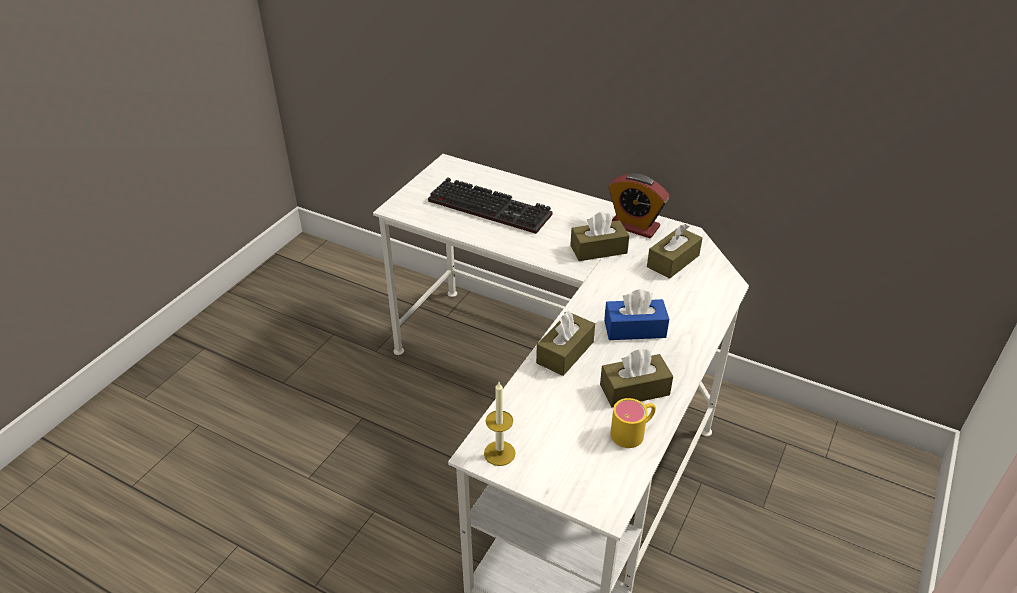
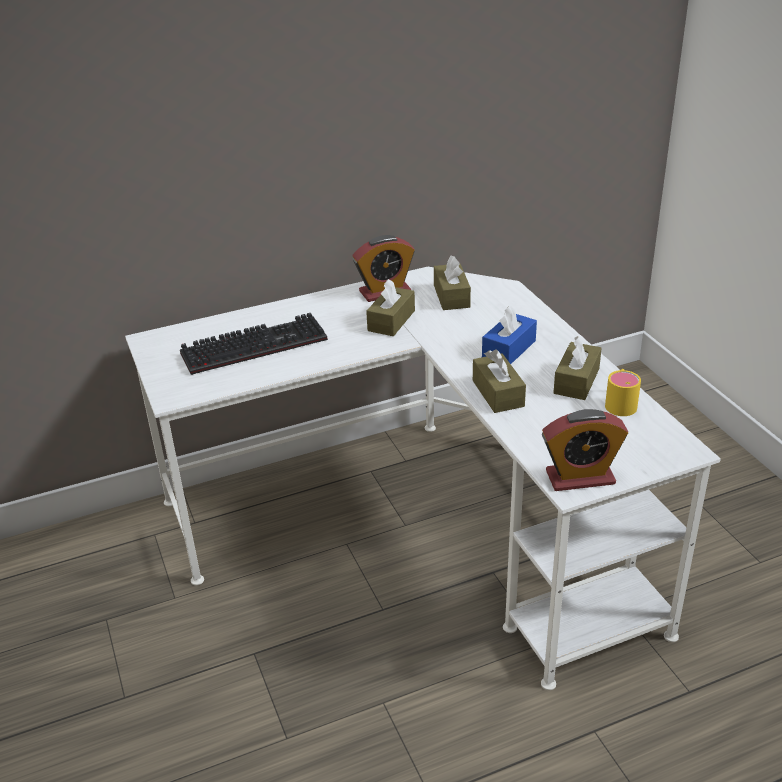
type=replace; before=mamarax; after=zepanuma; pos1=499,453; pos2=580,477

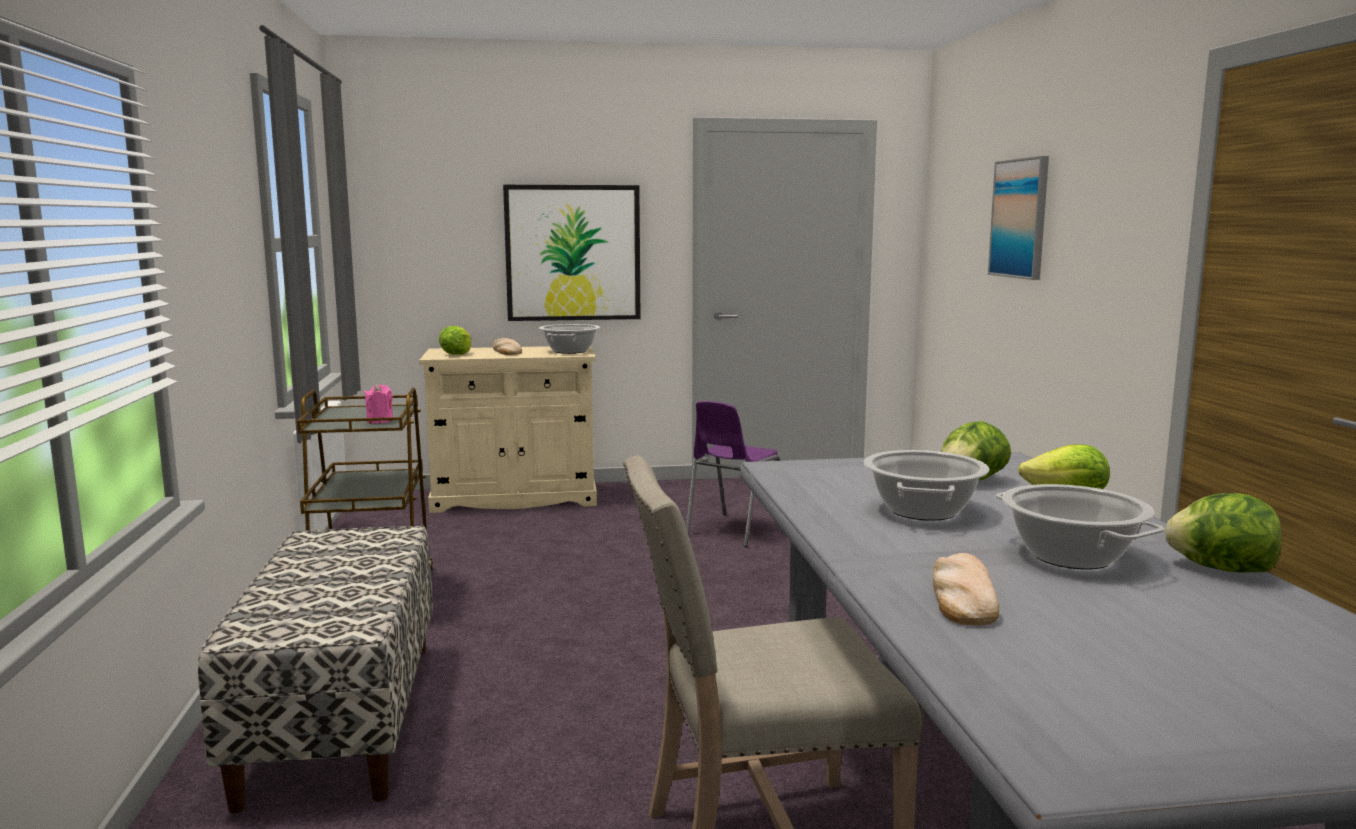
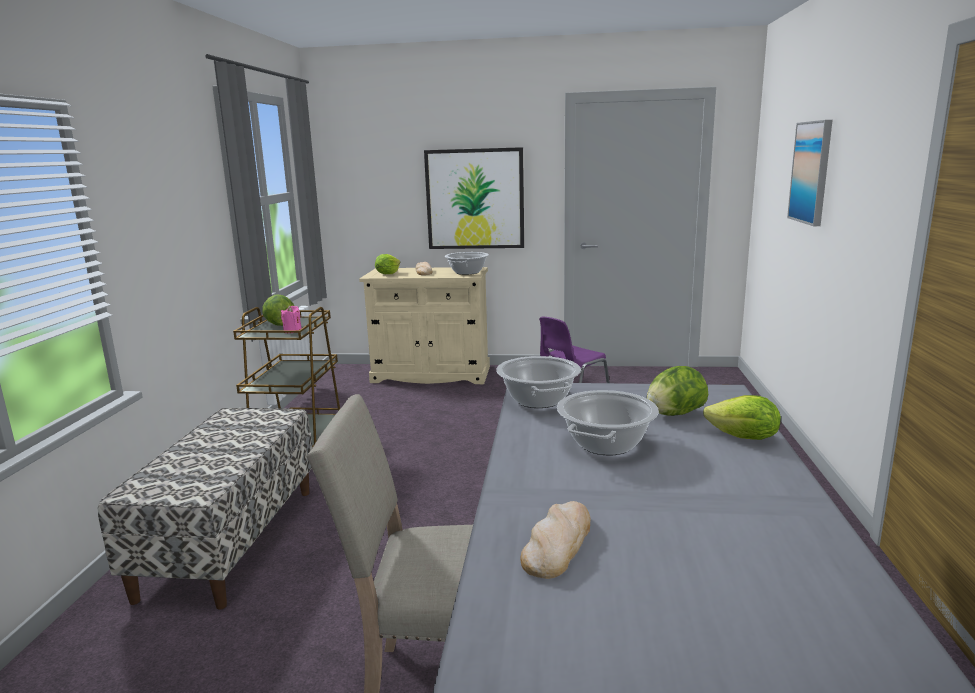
type=move; before=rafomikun; pos1=1072,556; pos2=539,400
type=move; before=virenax; pos1=1221,569; pos2=279,325

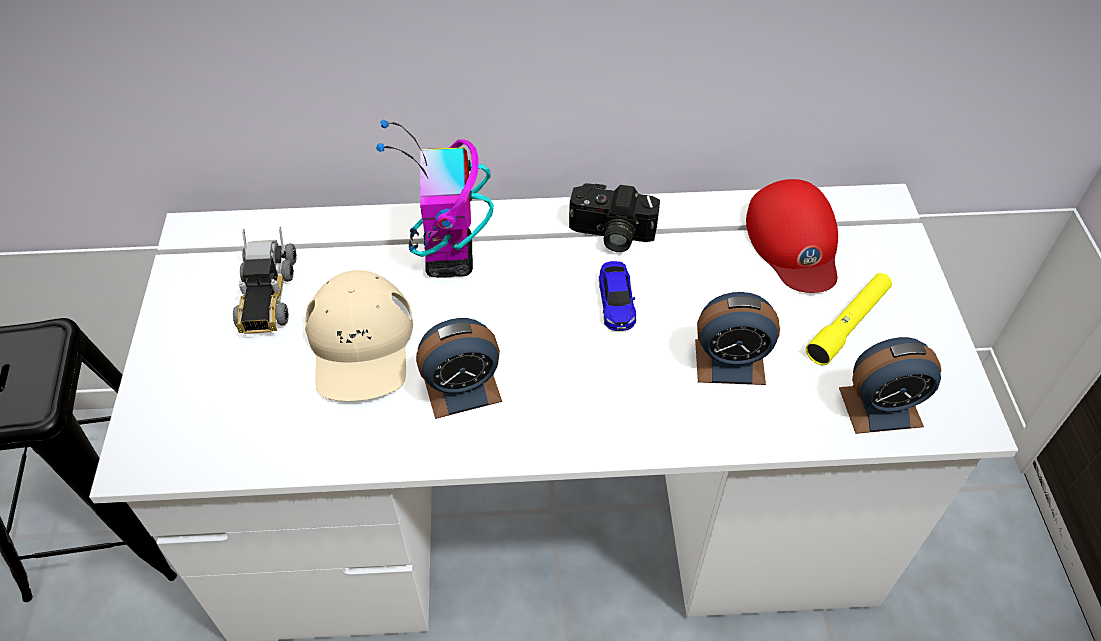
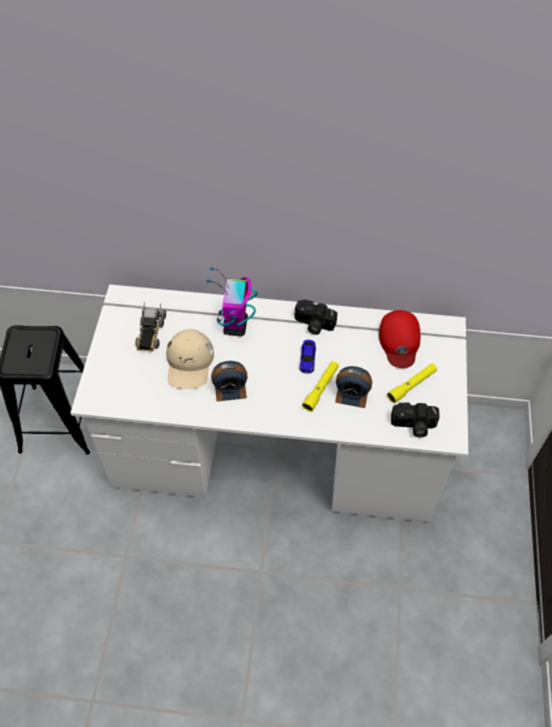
type=replace; before=zepanuma; after=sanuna; pos1=880,407; pos2=413,426
type=insert; after=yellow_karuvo; pos2=321,388

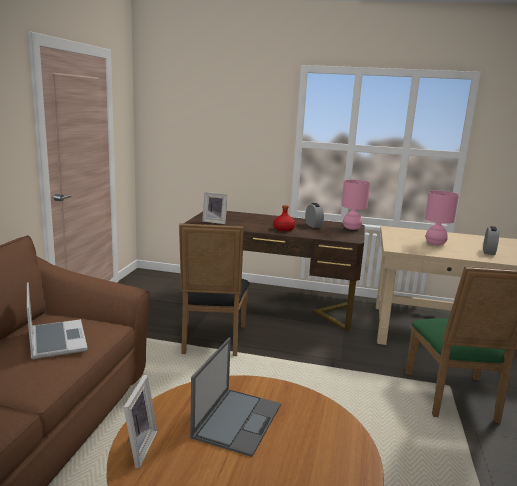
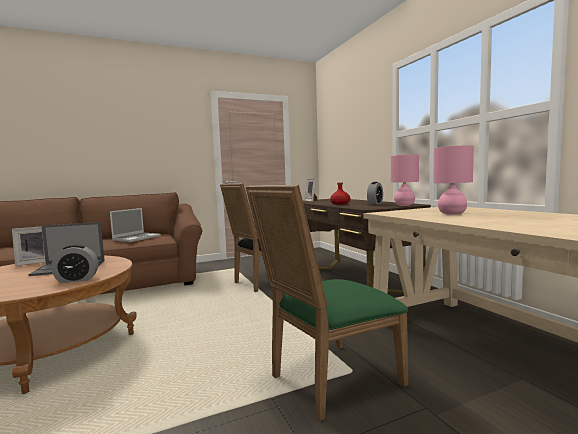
type=move; before=zepanuma; pos1=488,252; pos2=77,279

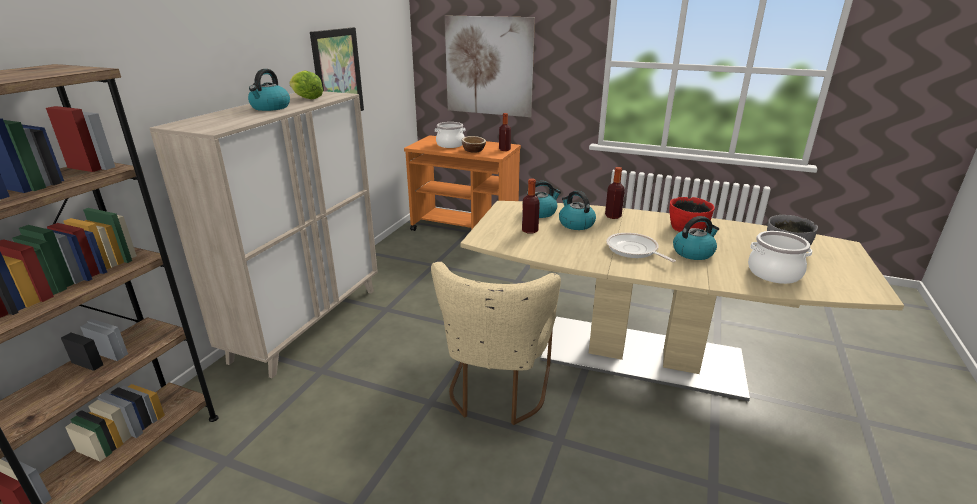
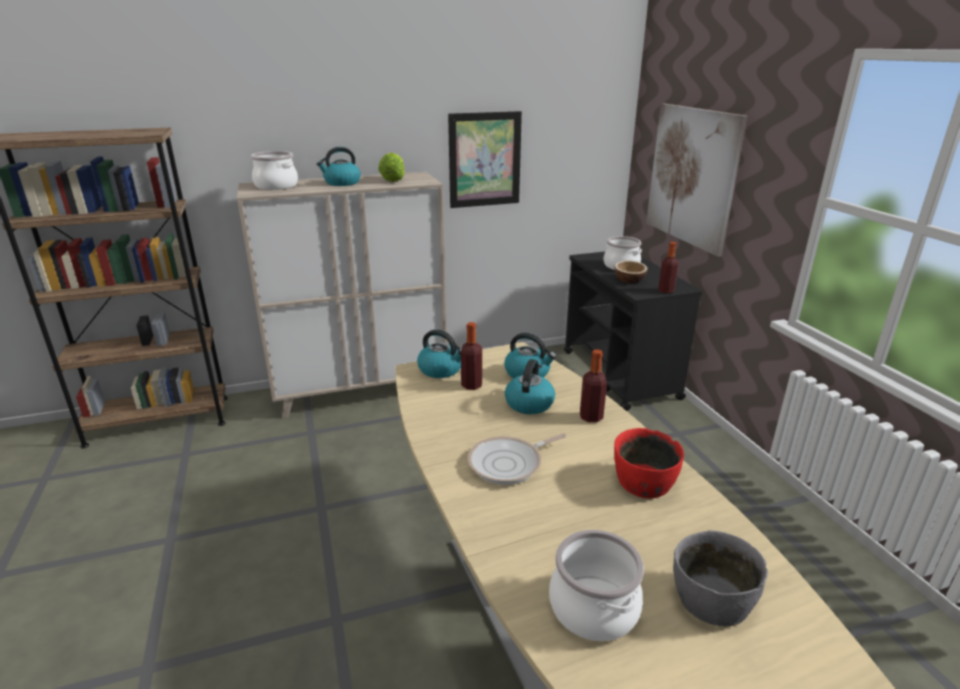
type=recolor; before=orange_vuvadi; after=black_vuvadi; pos1=465,229; pos2=620,375
type=move; before=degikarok; pos1=693,252; pos2=441,369
type=rotate; before=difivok; pos1=634,250; pos2=509,464; turn=-135
type=delete; before=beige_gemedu; pos1=497,392
type=insert; after=rafomikun; pos2=276,186

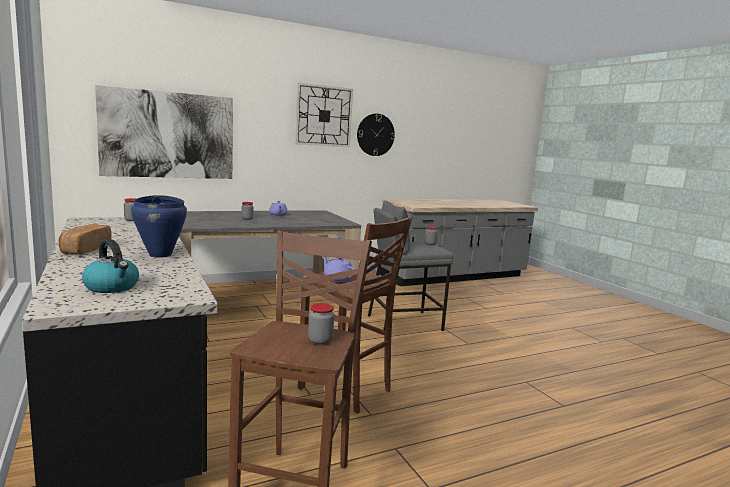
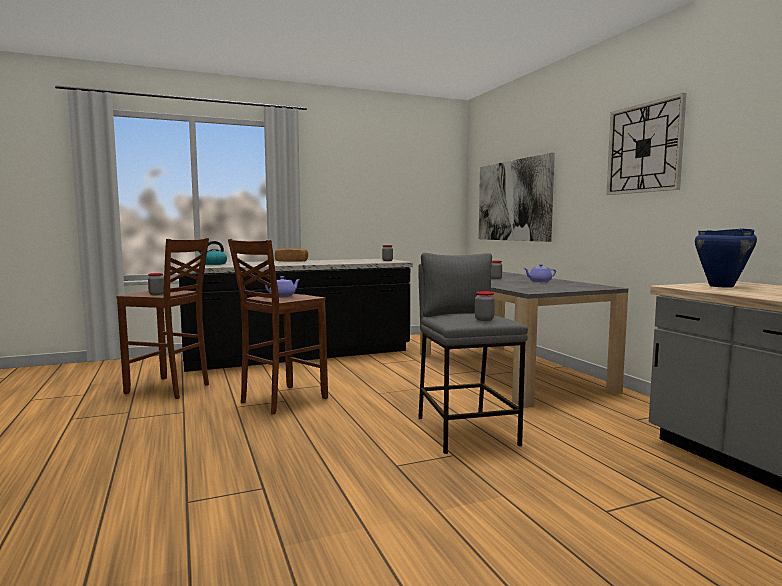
type=delete; before=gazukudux; pos1=375,135
type=move; before=blue_rafomikun; pos1=160,255; pos2=722,286

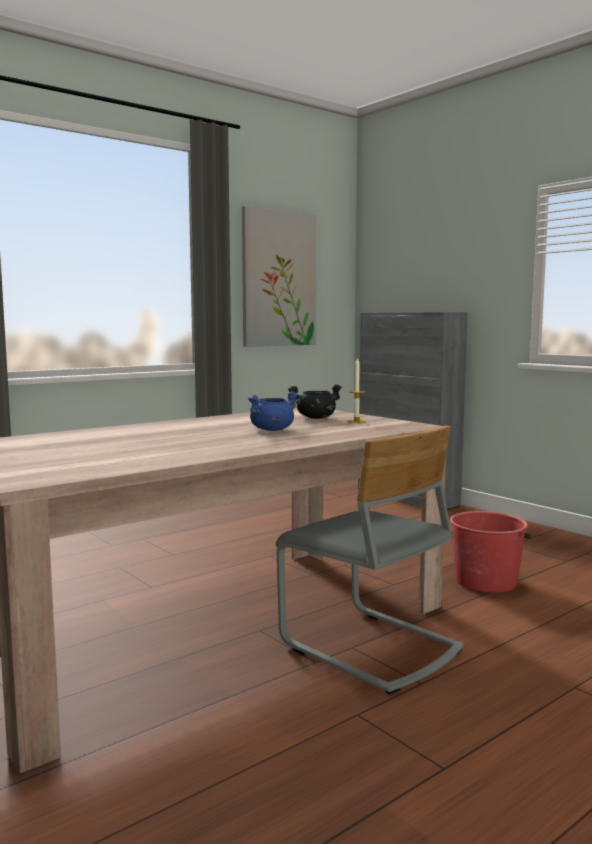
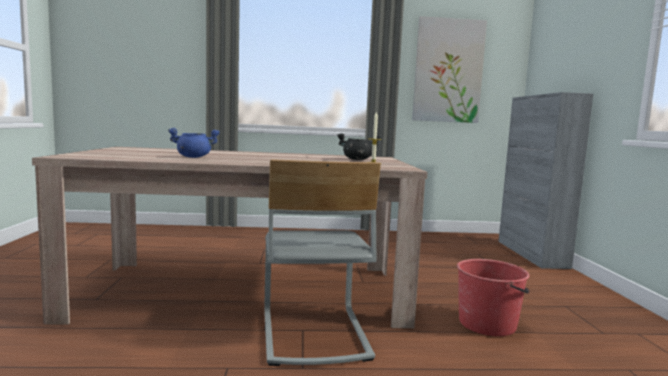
type=move; before=blue_rafomikun; pos1=272,429; pos2=194,157

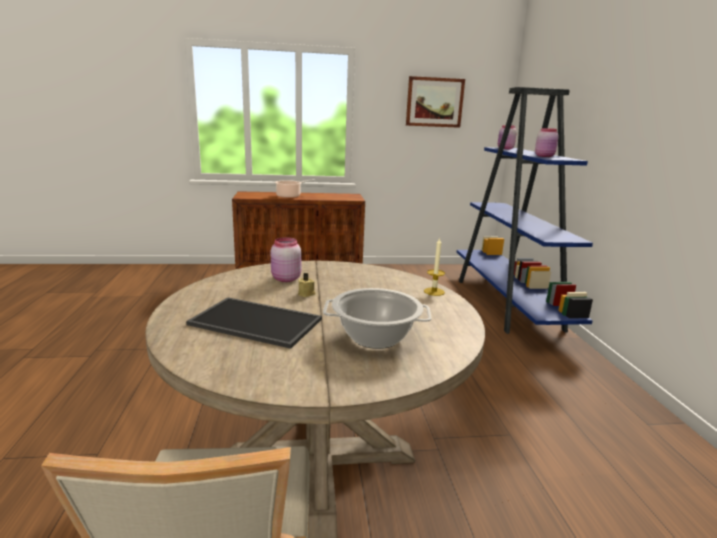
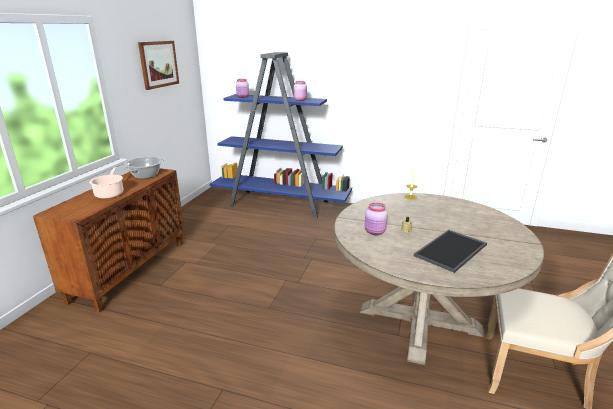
type=move; before=rafomikun; pos1=375,337; pos2=145,175

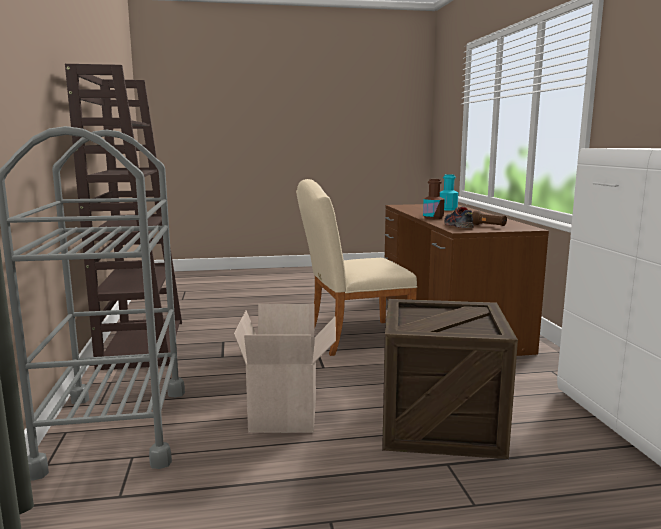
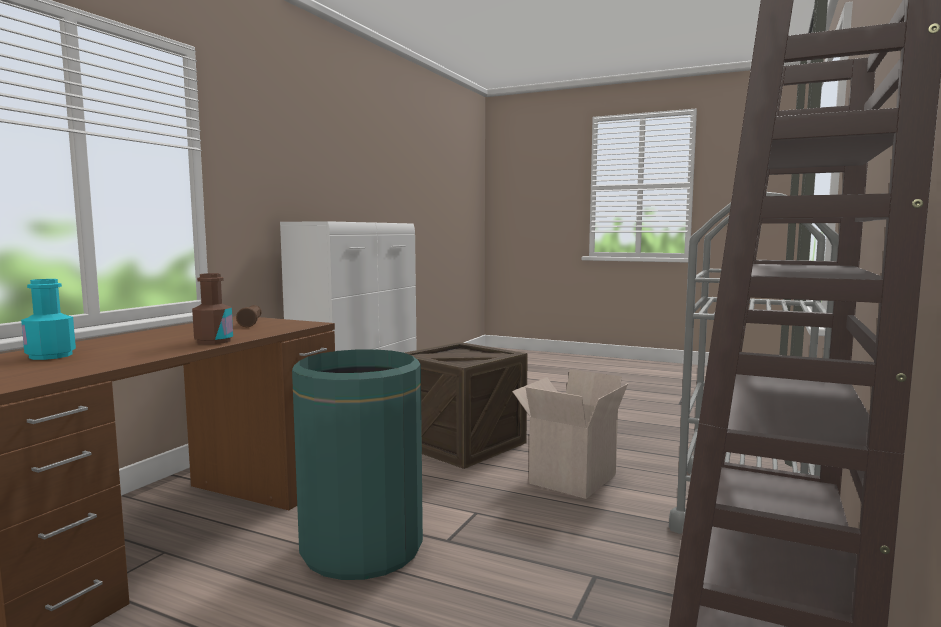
type=replace; before=beige_gemedu; after=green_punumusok; pos1=351,337; pos2=362,548
type=delete; before=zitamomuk; pos1=457,226

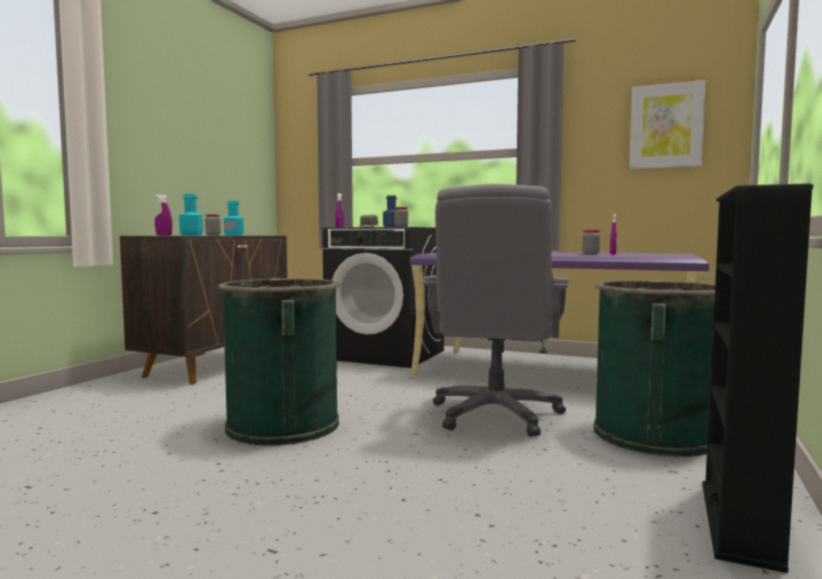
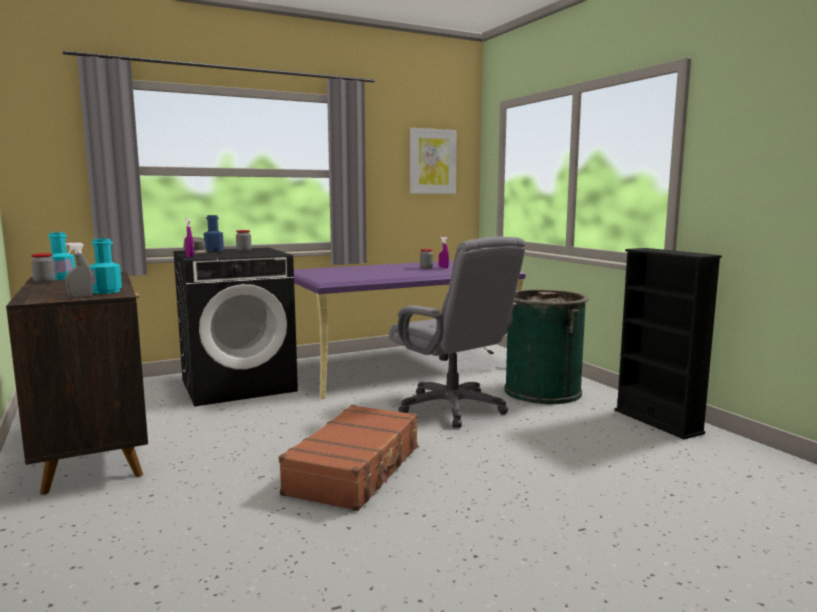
type=recolor; before=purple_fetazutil; after=grey_fetazutil; pos1=164,235; pos2=80,297
type=replace; before=green_punumusok; after=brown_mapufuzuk; pos1=283,425; pos2=356,470

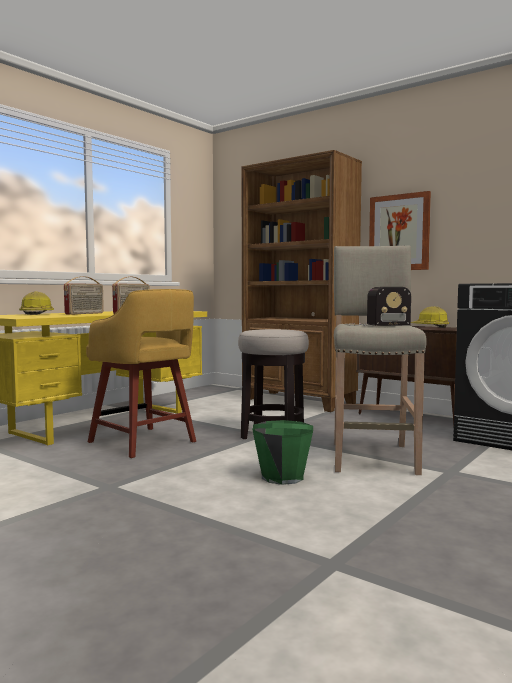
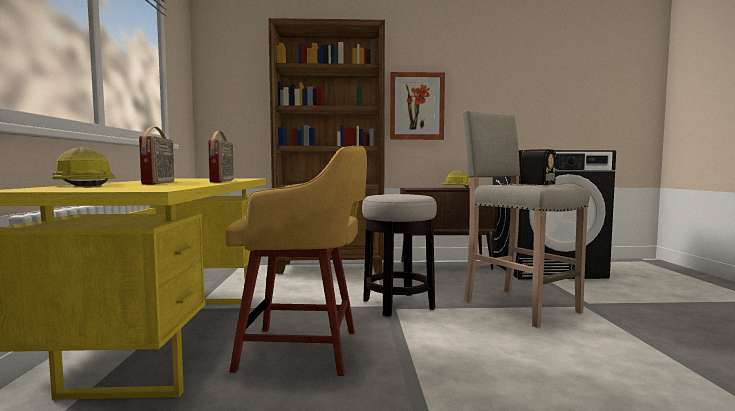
type=delete; before=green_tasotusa; pos1=282,477

